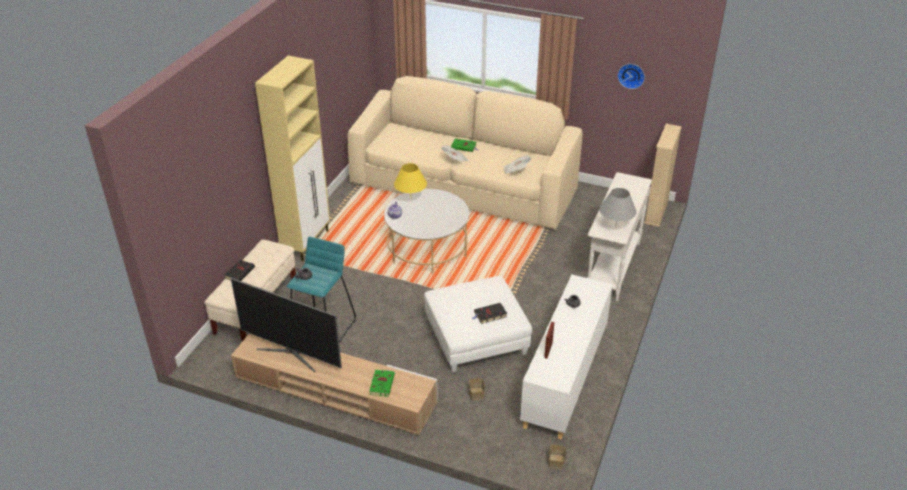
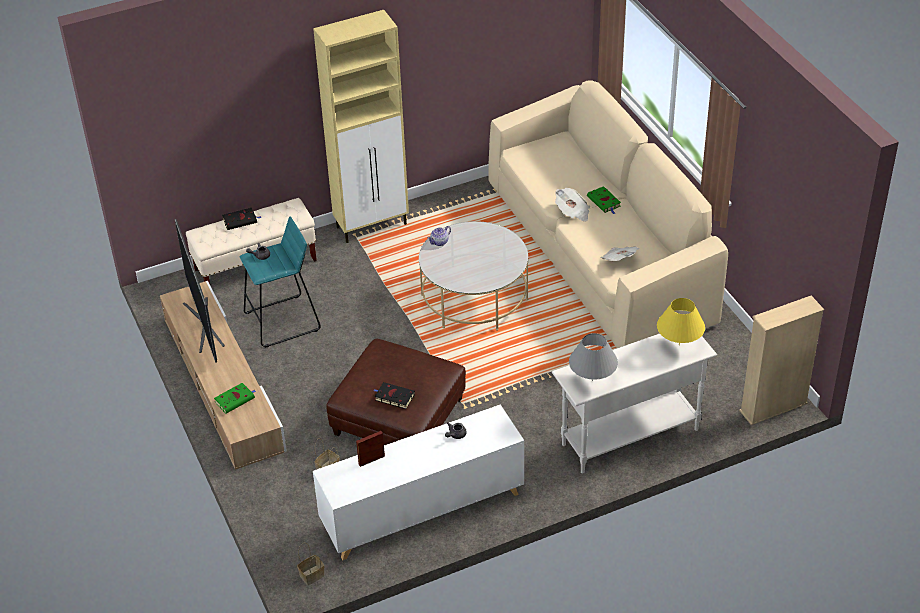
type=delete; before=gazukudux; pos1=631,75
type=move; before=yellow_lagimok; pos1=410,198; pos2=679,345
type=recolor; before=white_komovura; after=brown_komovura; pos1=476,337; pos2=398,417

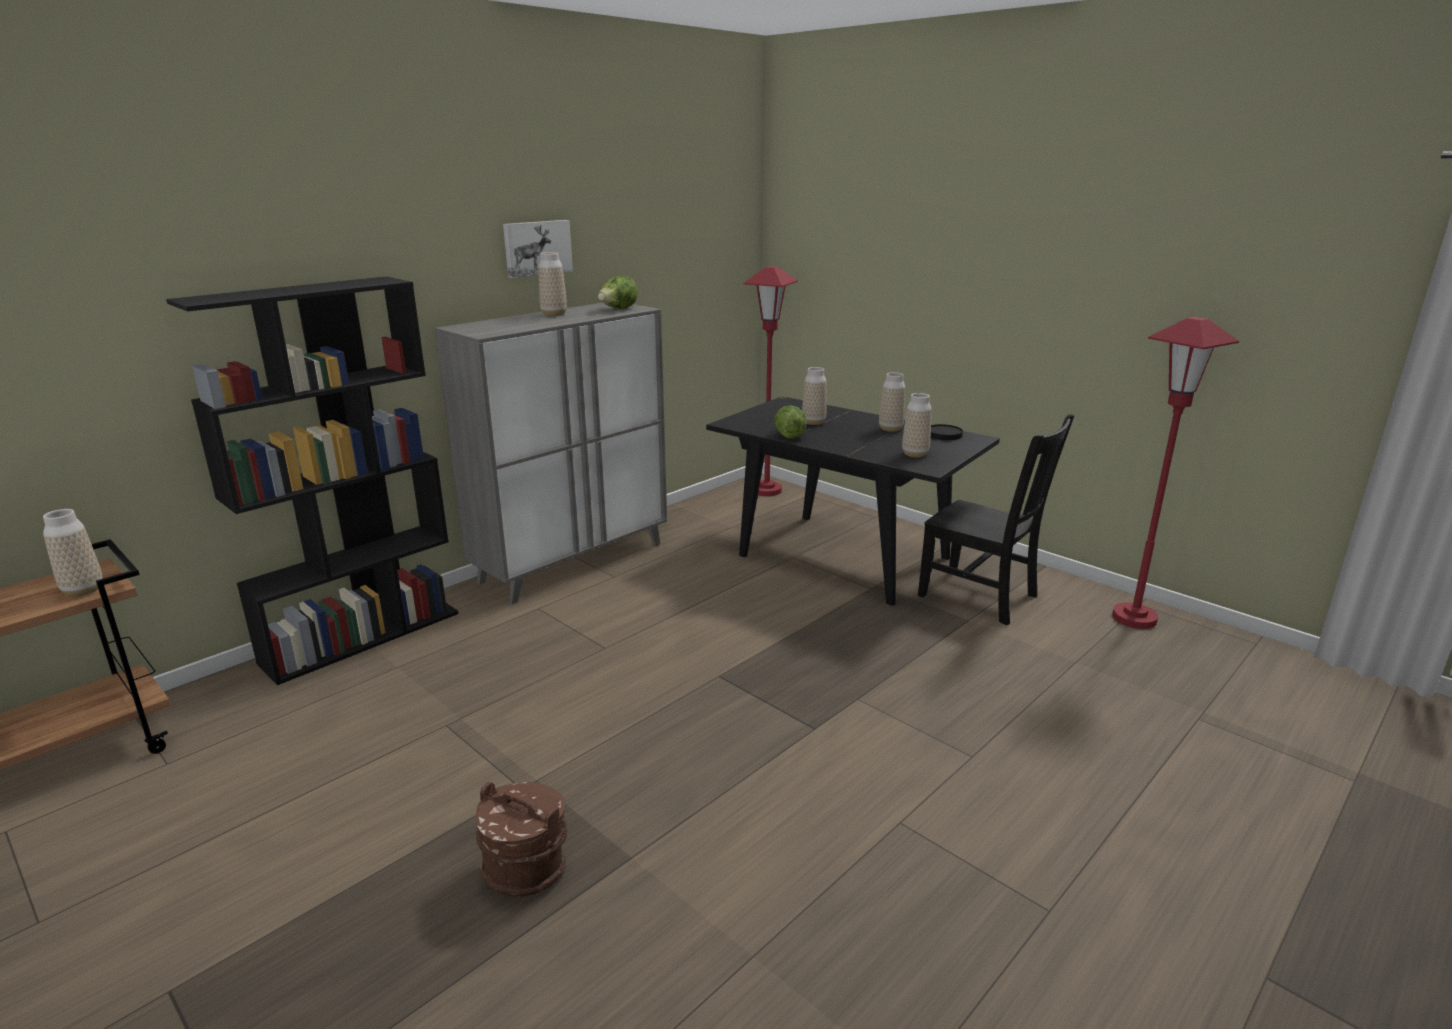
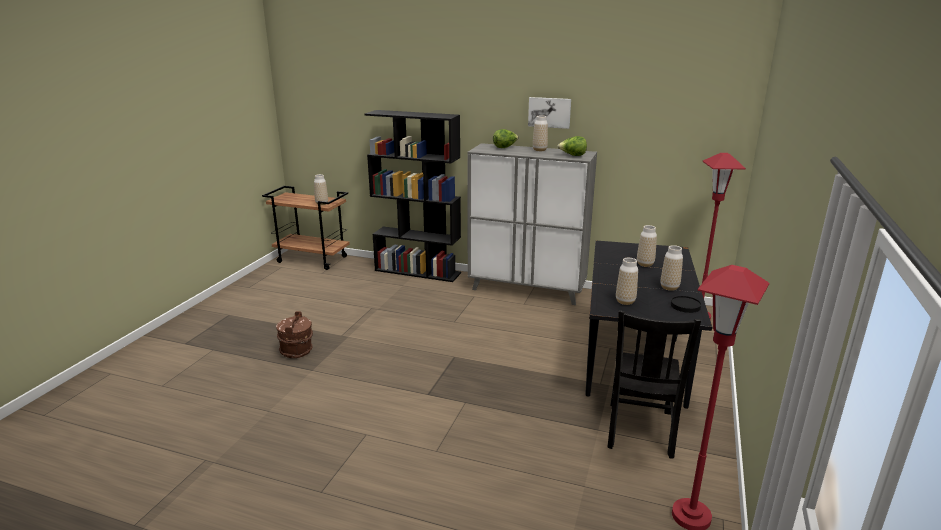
type=move; before=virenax; pos1=789,435; pos2=505,147

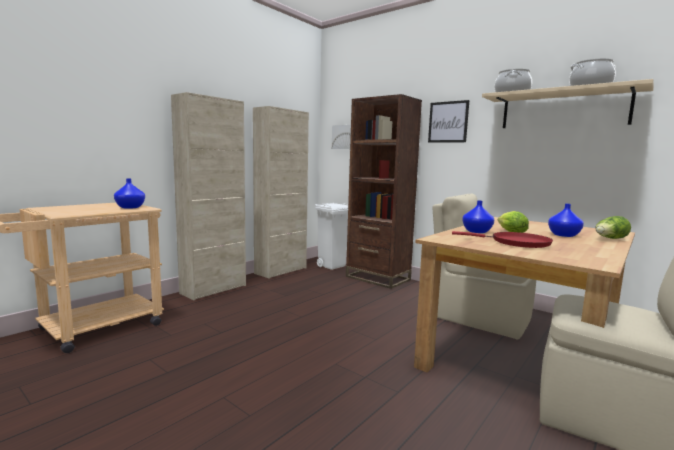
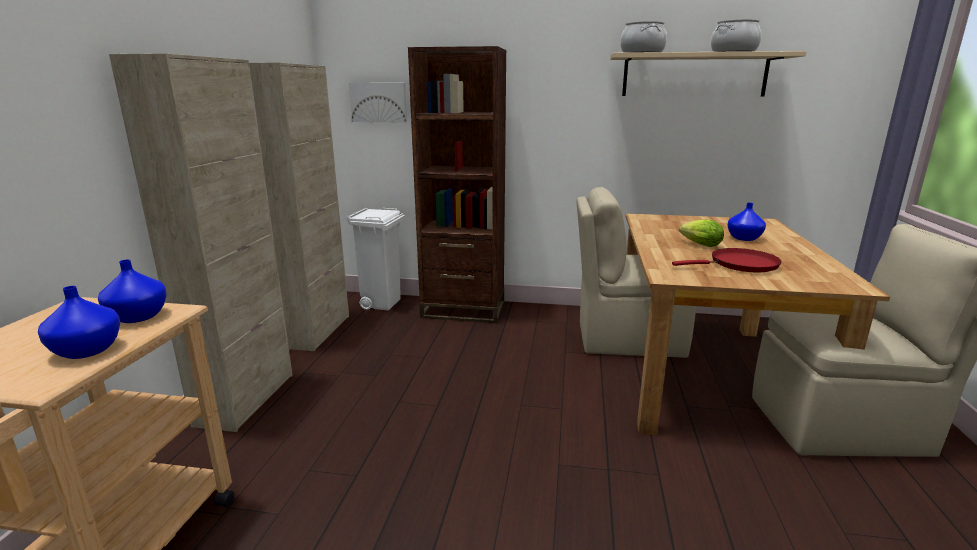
type=delete; before=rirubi; pos1=448,122
type=move; before=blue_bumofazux; pos1=476,231; pos2=85,350
type=delete; before=virenax; pos1=610,239

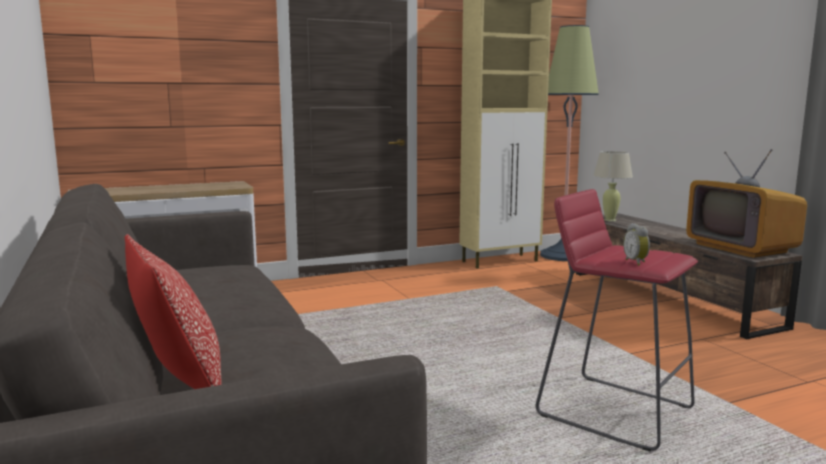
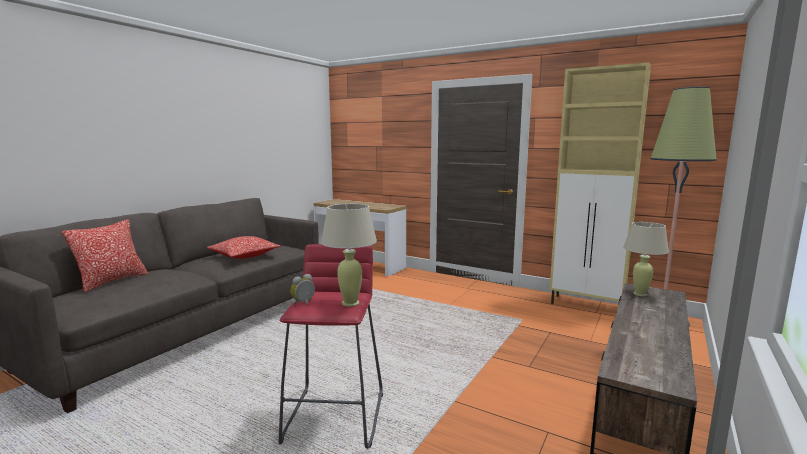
type=delete; before=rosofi; pos1=741,248
type=insert; after=beige_lagimok; pos2=350,303
type=insert; after=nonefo; pos2=244,255

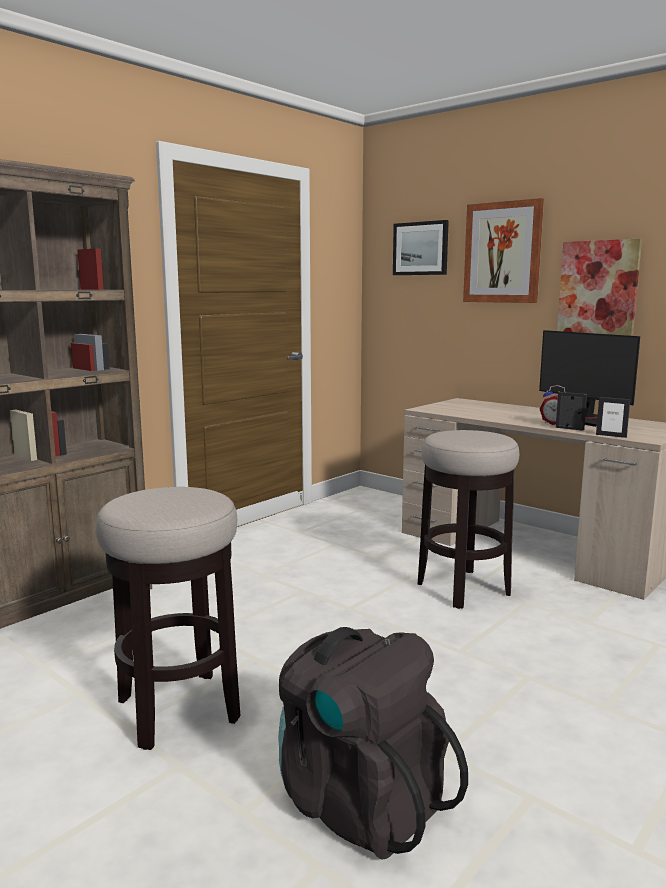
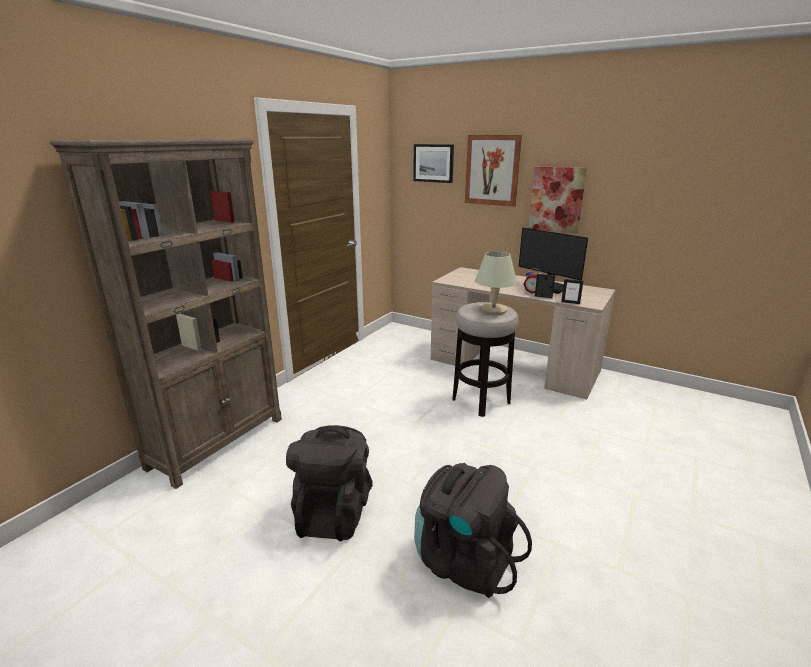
type=replace; before=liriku; after=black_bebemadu; pos1=177,710; pos2=333,512
type=insert; after=beige_lagimok; pos2=493,310

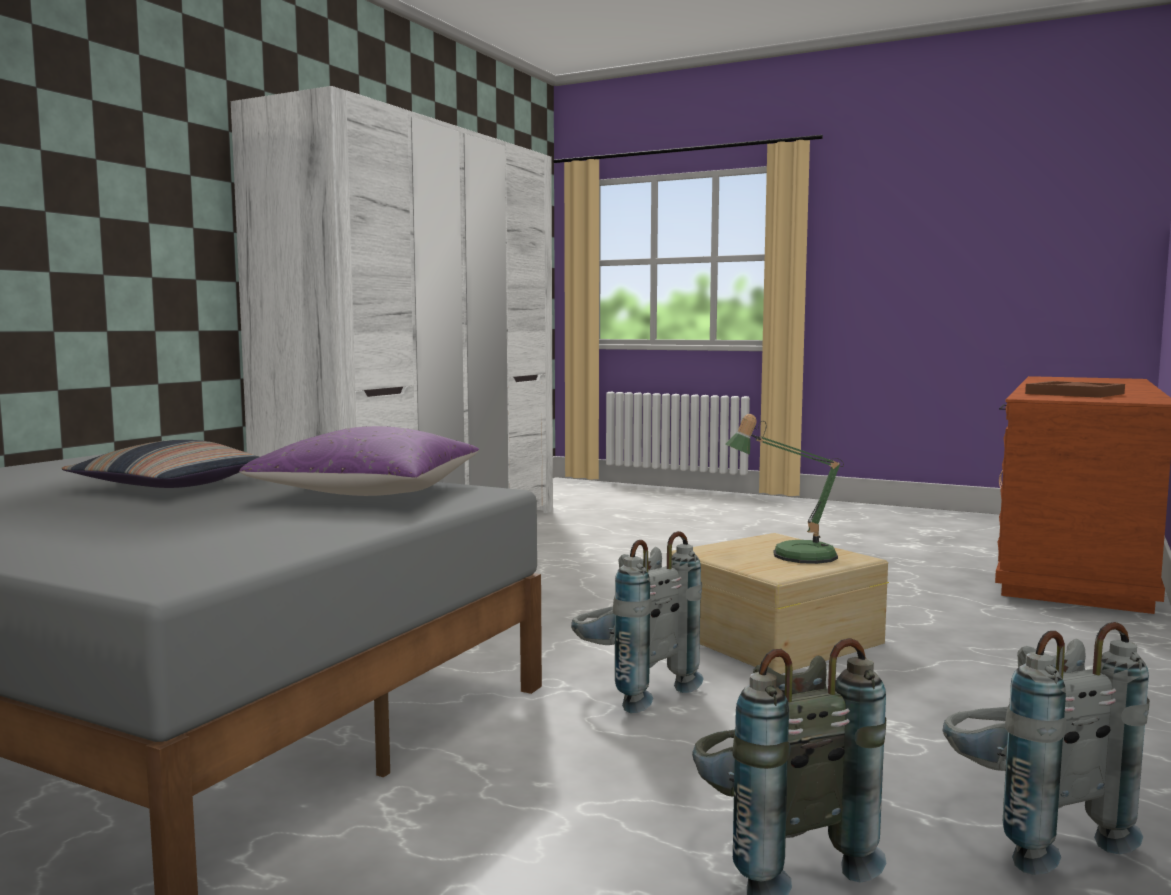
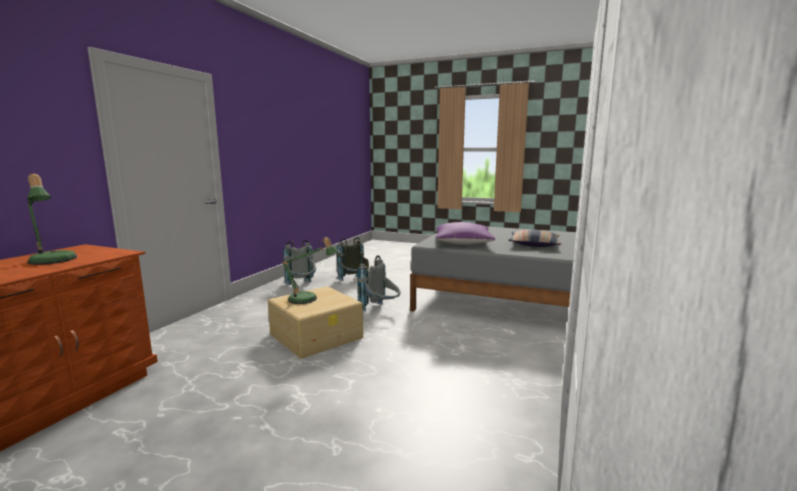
type=replace; before=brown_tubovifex; after=lagimok; pos1=1075,394; pos2=52,261

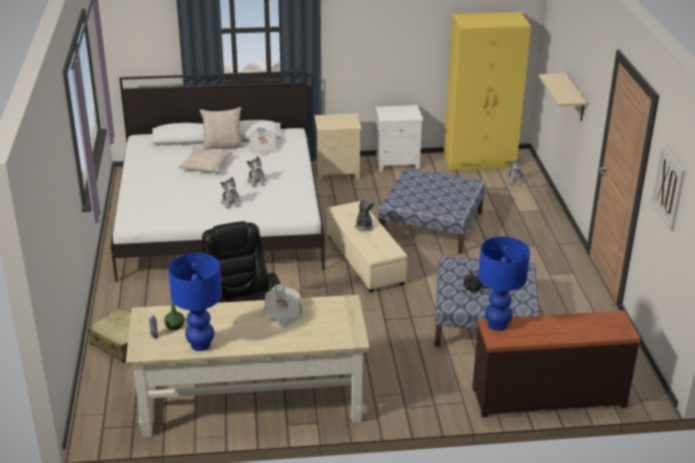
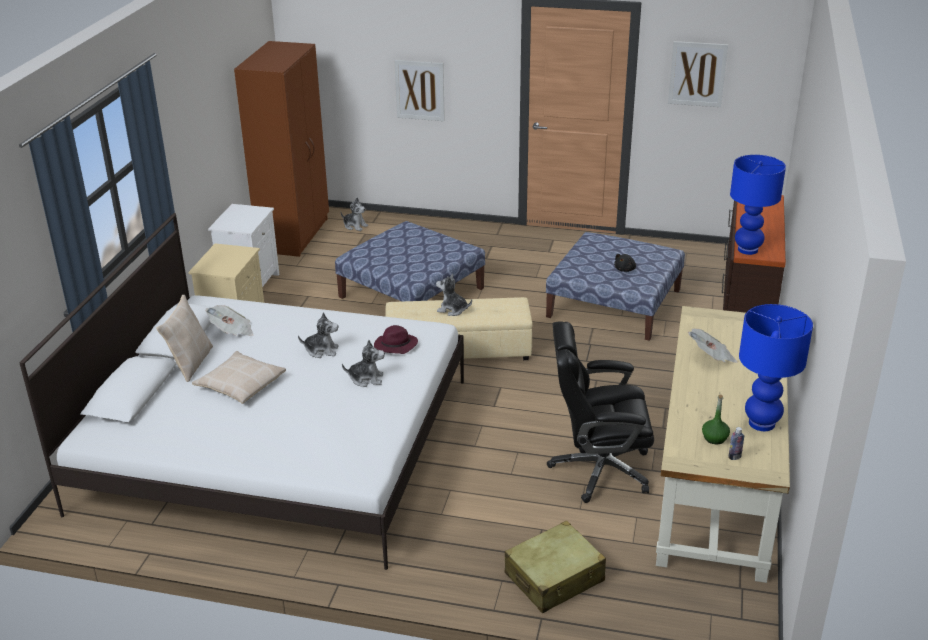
type=recolor; before=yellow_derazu; after=brown_derazu; pos1=480,161; pos2=295,235
type=replace; before=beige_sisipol; after=rirubi; pos1=575,98; pos2=420,90
type=insert; after=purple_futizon; pos2=395,346

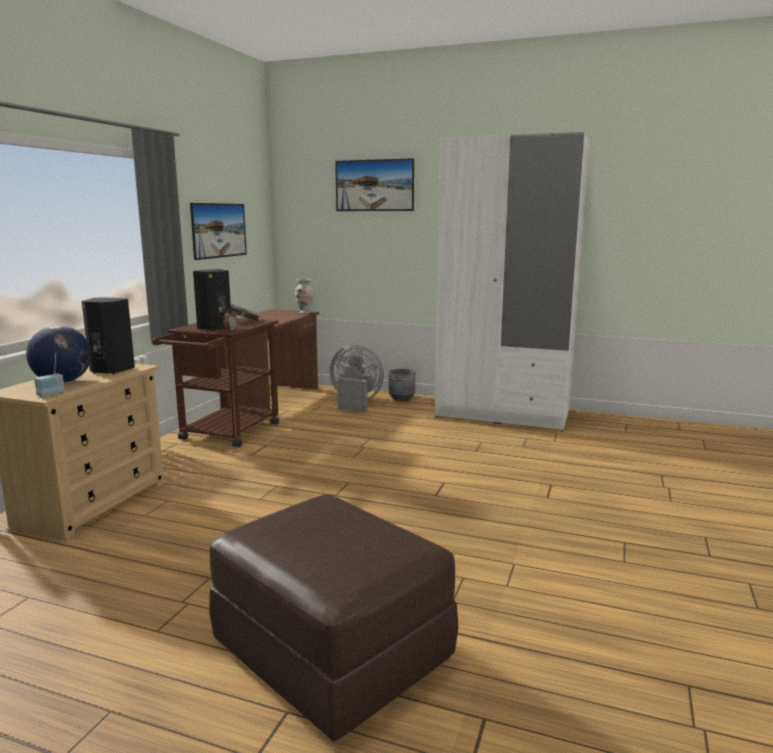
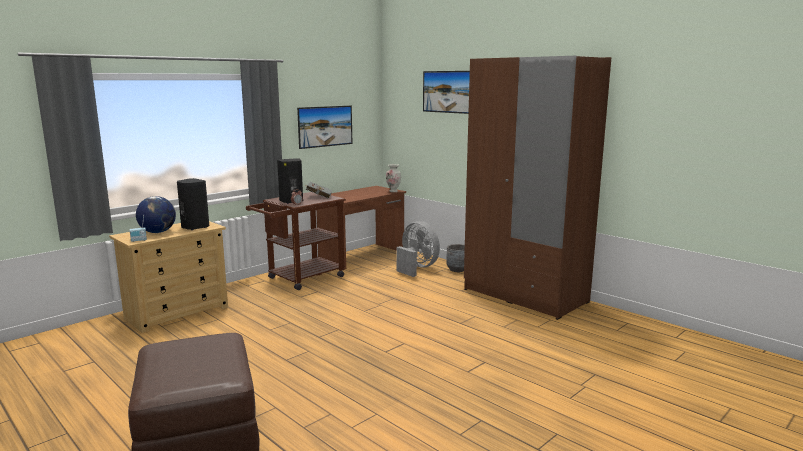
type=recolor; before=white_derazu; after=brown_derazu; pos1=503,414; pos2=525,295

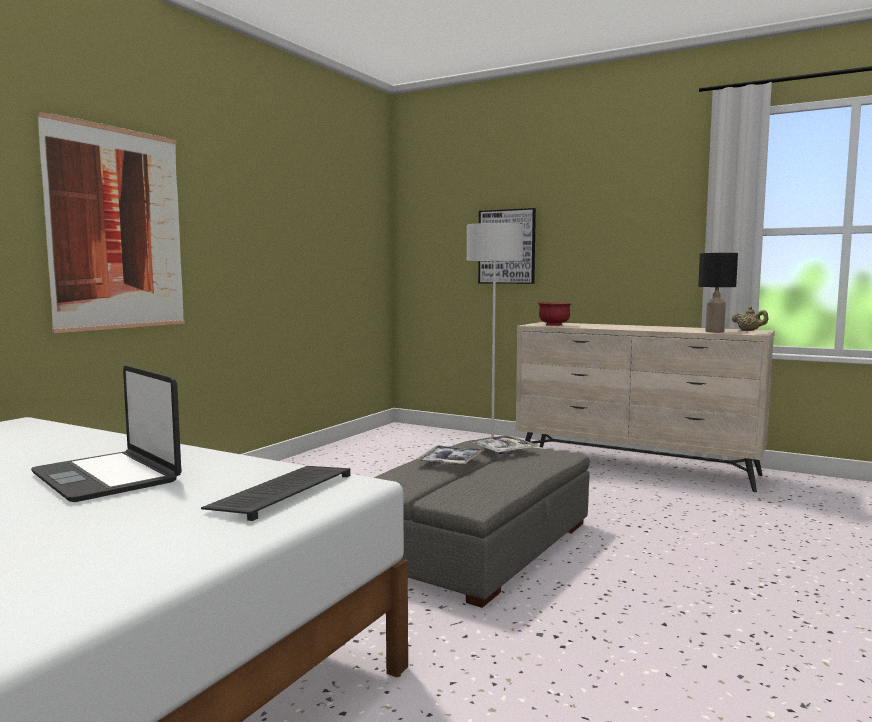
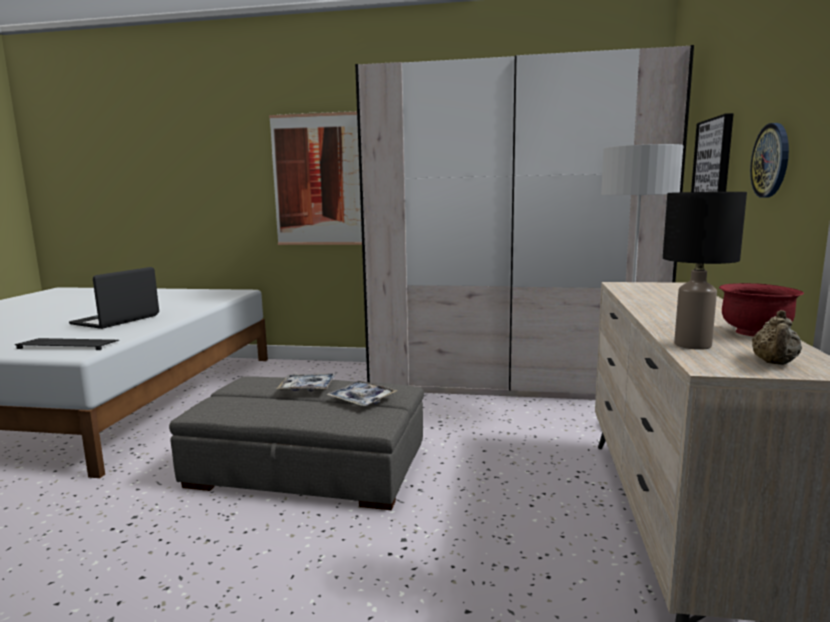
type=move; before=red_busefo; pos1=554,325; pos2=755,333
type=insert; after=beige_derazu; pos2=510,381
type=insert; after=gazukudux; pos2=771,160

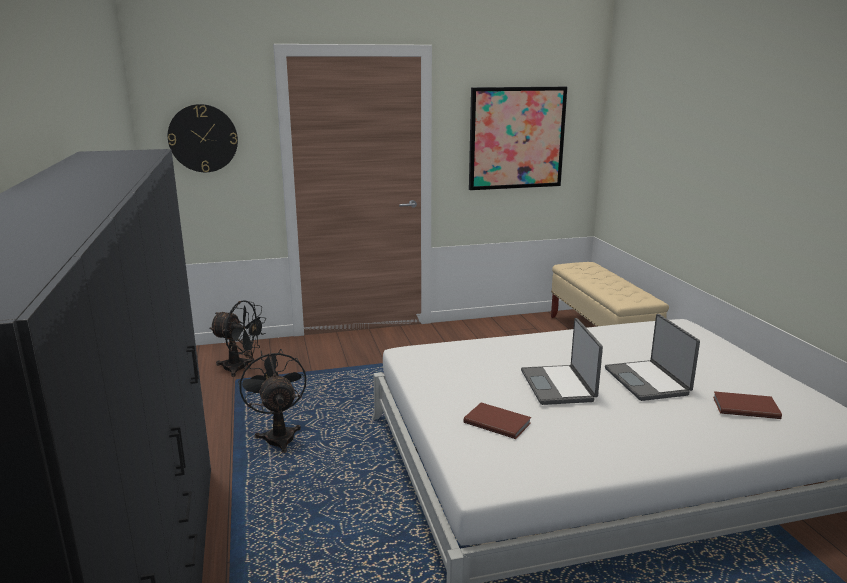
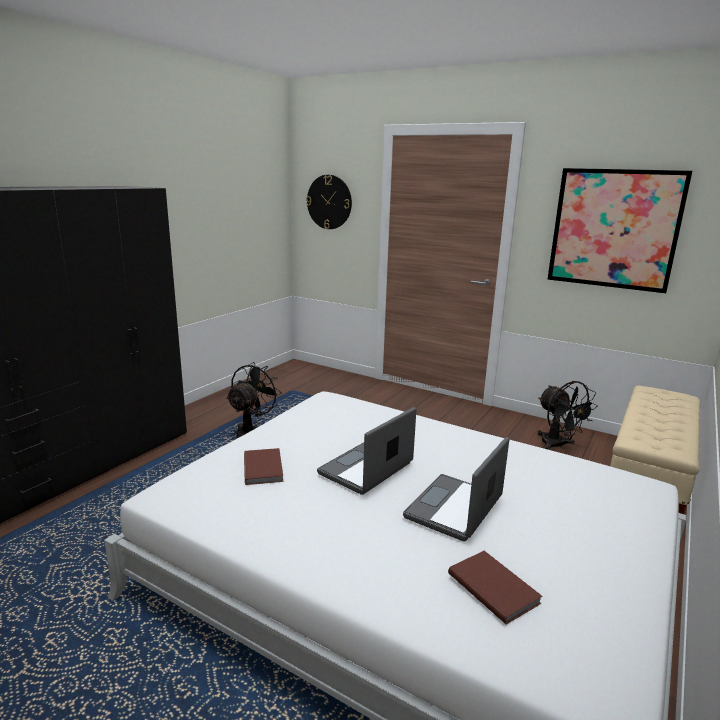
type=move; before=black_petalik; pos1=241,368; pos2=557,445

